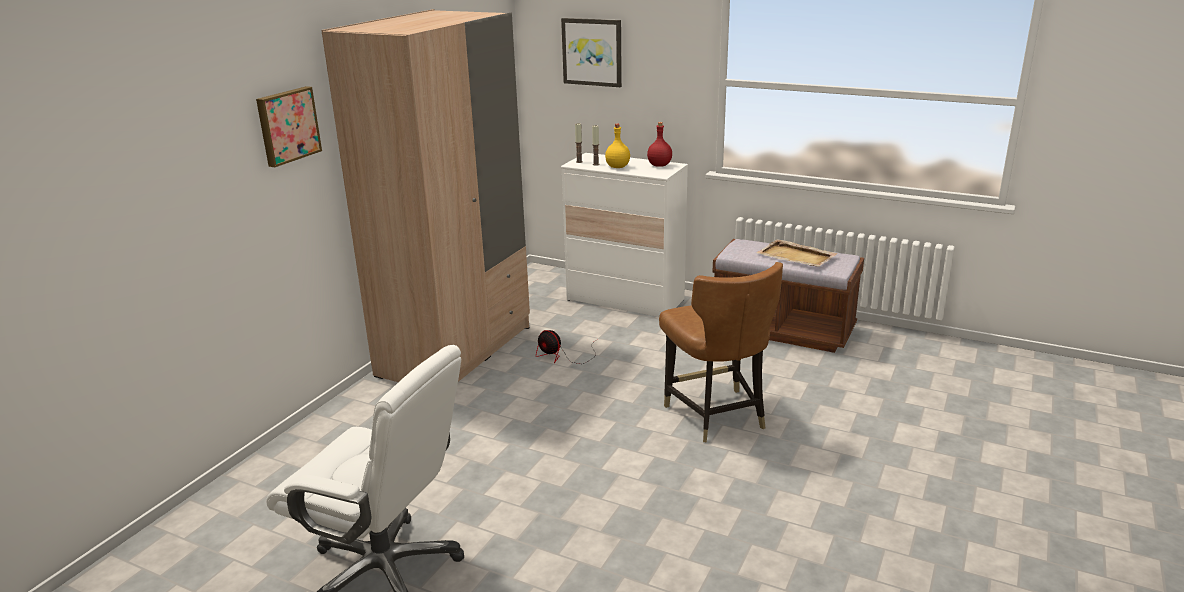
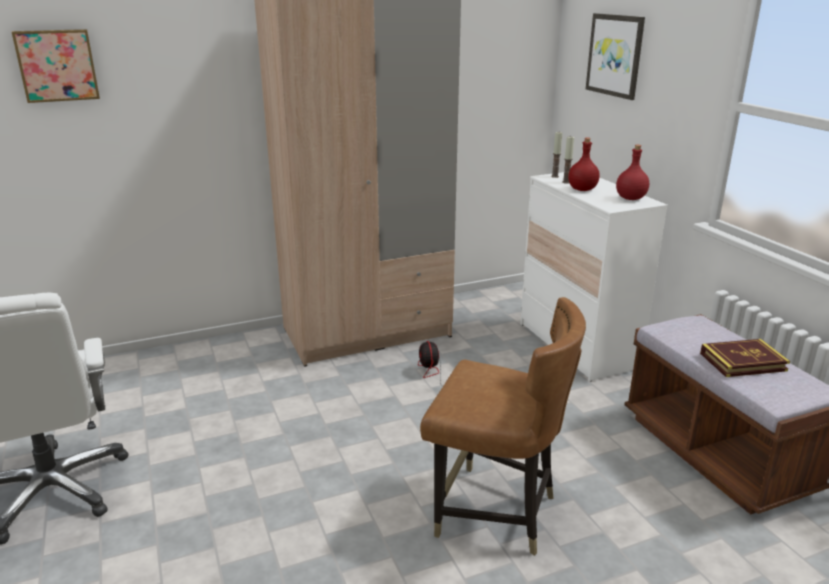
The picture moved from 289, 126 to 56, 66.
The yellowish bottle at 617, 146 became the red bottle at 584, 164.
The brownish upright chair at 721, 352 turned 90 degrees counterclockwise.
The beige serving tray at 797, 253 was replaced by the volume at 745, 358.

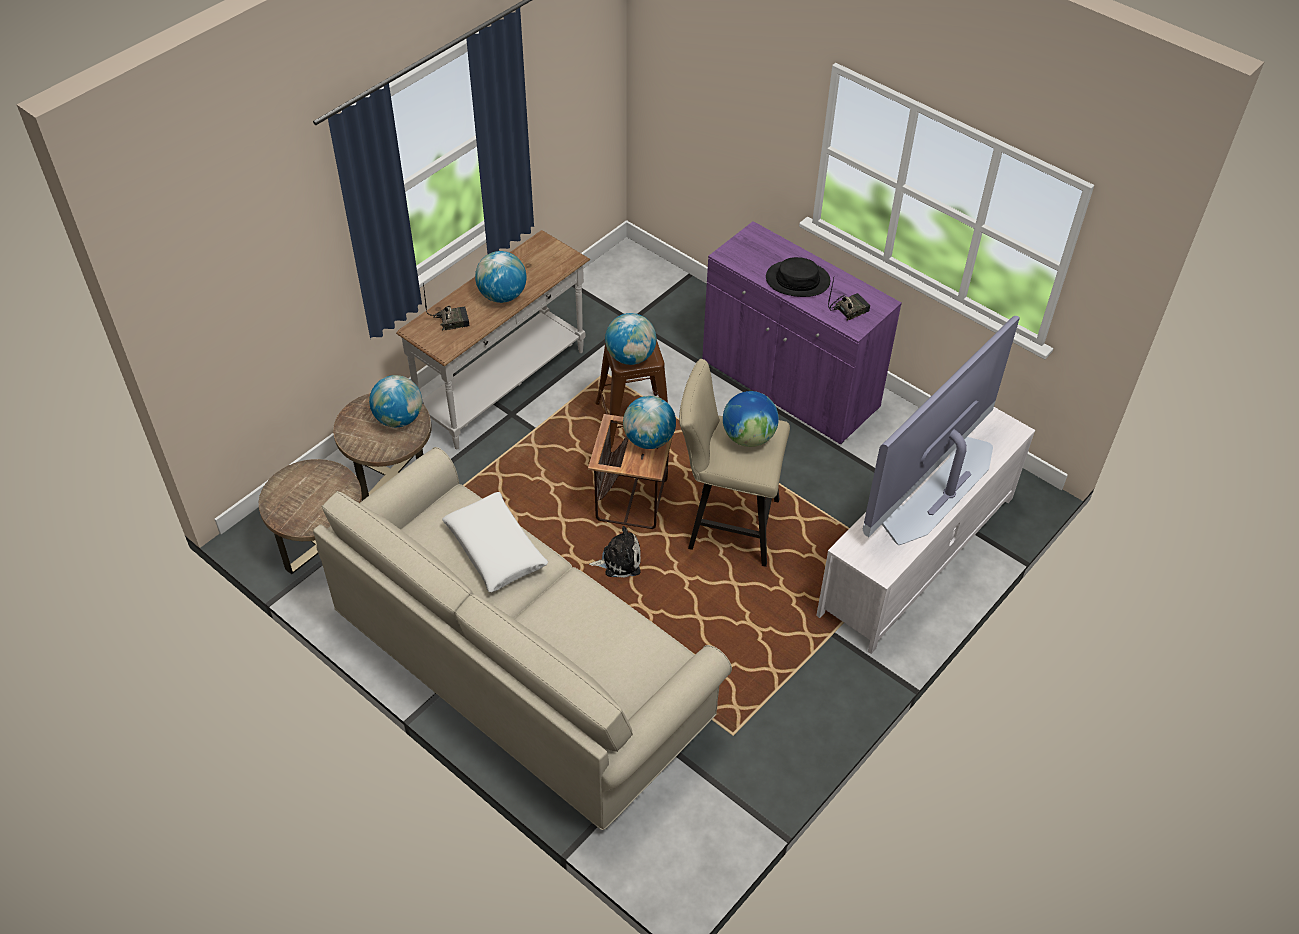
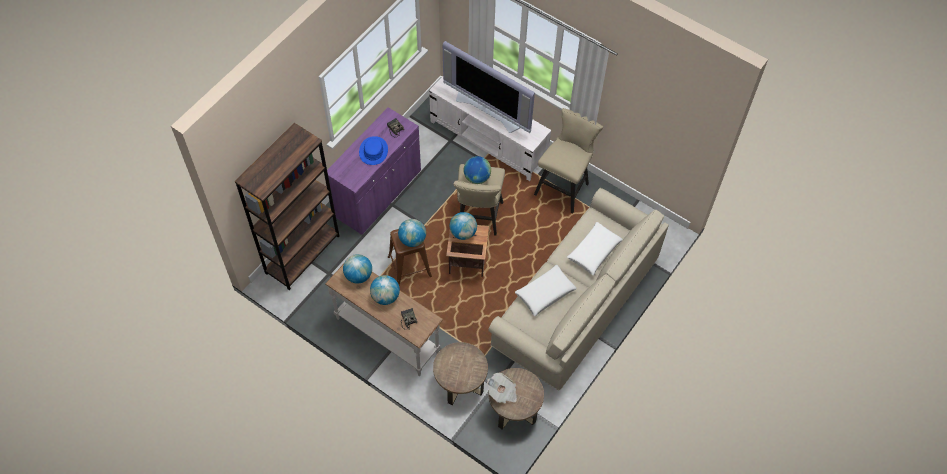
The globe moved from 395, 401 to 357, 269.
The cuddly toy at 615, 552 disappeared.
The black-coloured clothing hat at 798, 277 became the blue clothing hat at 373, 150.
The brownish shelving unit at 287, 206 appeared.
The daily paper at 502, 388 appeared.
The beige sitting stool at 568, 161 appeared.
The whitish throw pillow at 595, 248 appeared.

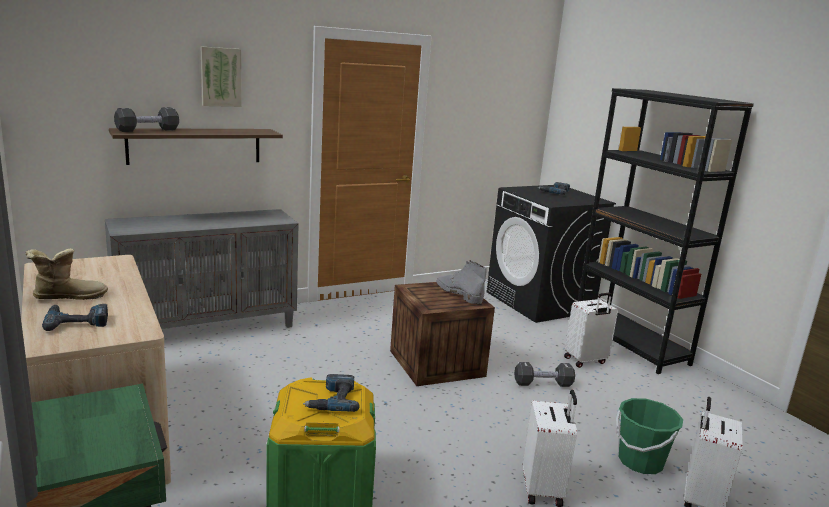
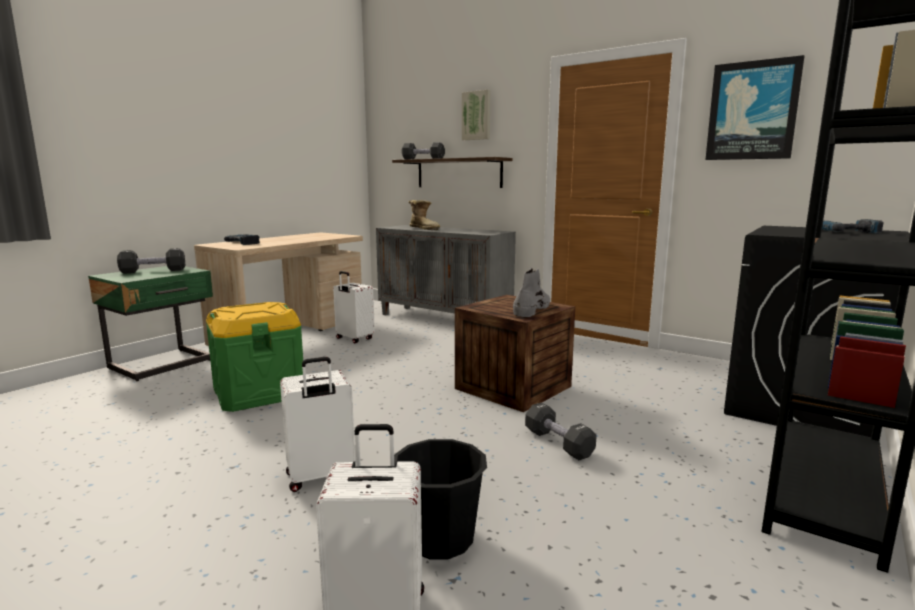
The boot moved from 66, 274 to 424, 215.
The electric drill at 331, 393 disappeared.
The whitish suitcase moved from 591, 330 to 354, 307.
The green pail at 649, 436 became the black-coloured pail at 440, 499.
The black-coloured dumbbell at 151, 261 appeared.
The picture at 755, 107 appeared.

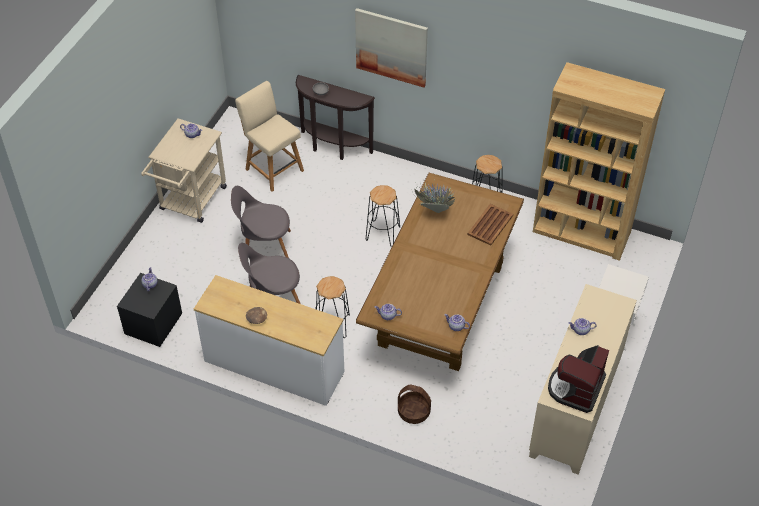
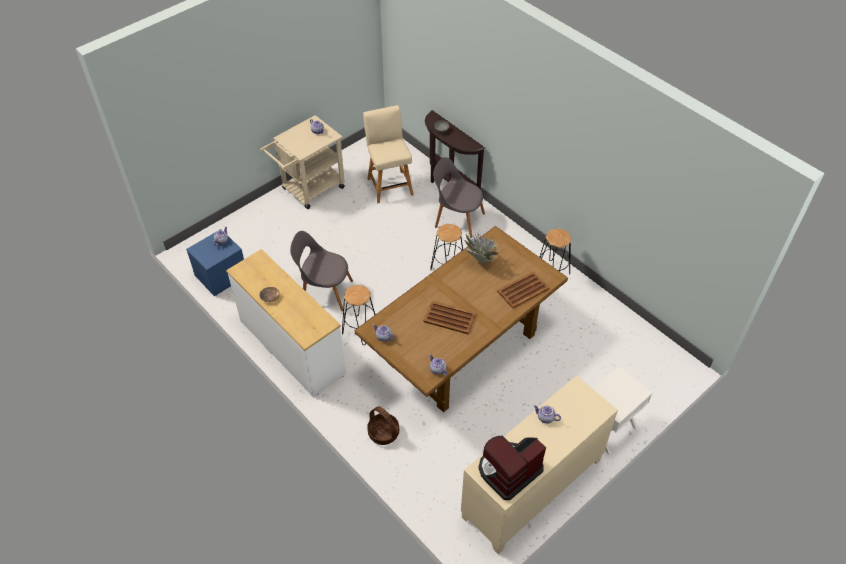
The black-coloured night table at 149, 310 became the blue night table at 215, 262.
The greyish upright chair moved from 261, 222 to 459, 197.
The picture at 391, 47 disappeared.
The brownish shelving unit at 599, 161 disappeared.
The brownish serving tray at 450, 317 appeared.

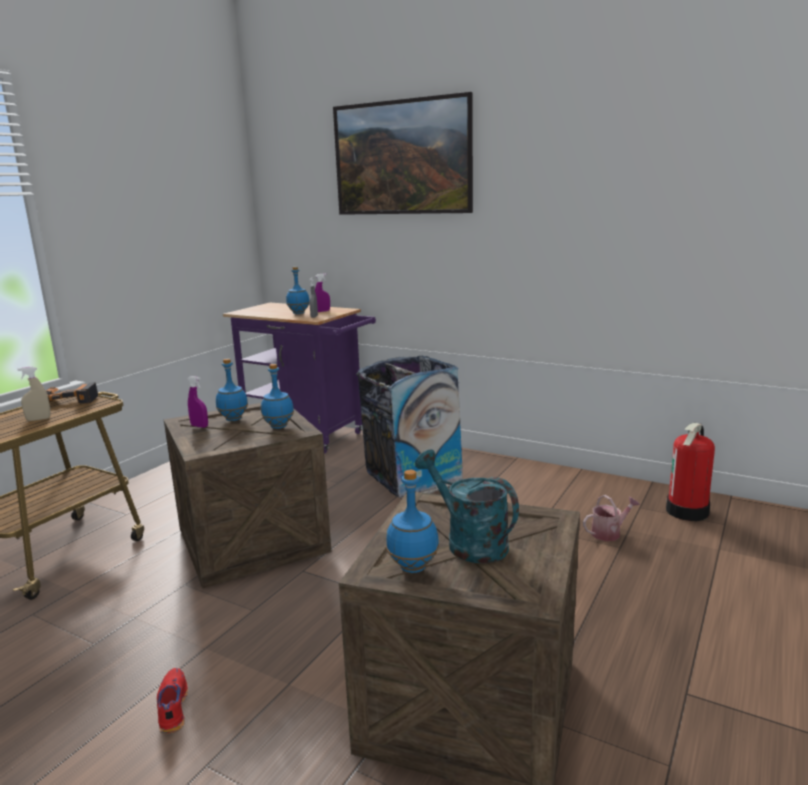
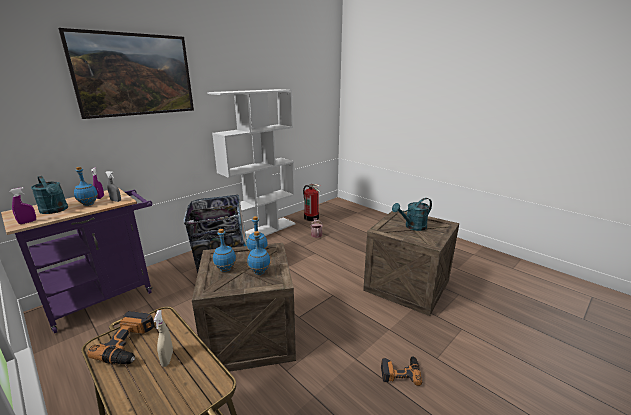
The red low shoe at 172, 701 was replaced by the electric drill at 401, 371.
The purple-coloured sprayer moved from 197, 402 to 23, 205.
The blue bottle moved from 412, 521 to 259, 253.
The turquoise-coloured watering pot at 49, 195 appeared.
The whitish shelving unit at 251, 164 appeared.

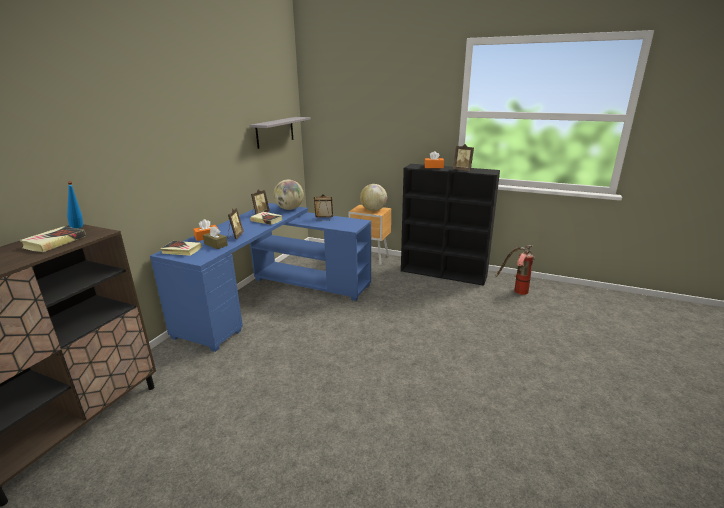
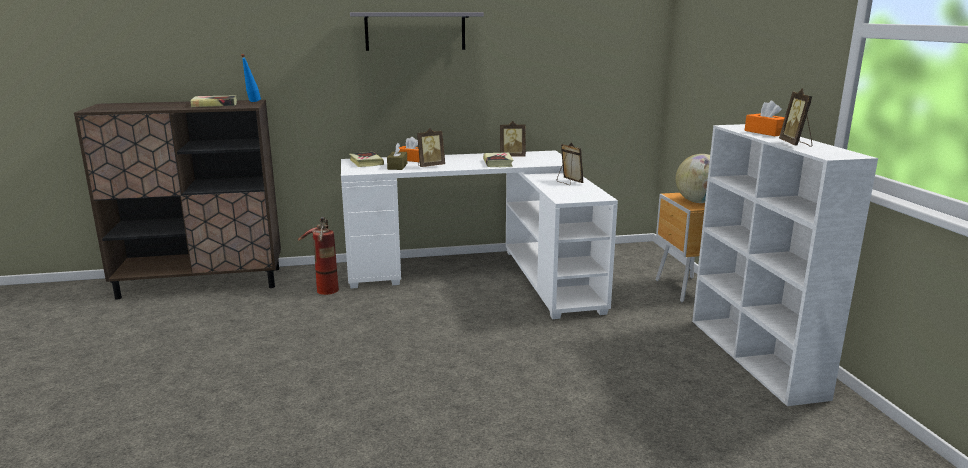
The blue desk table at 260, 277 became the whitish desk table at 479, 234.
The greyish shelf moved from 280, 133 to 417, 31.
The globe at 288, 195 disappeared.
The black-coloured shelving unit at 450, 225 became the whitish shelving unit at 785, 265.
The fire extinguisher moved from 515, 270 to 318, 256.

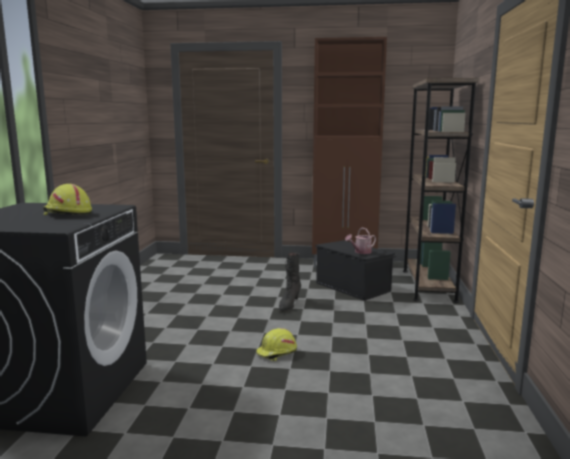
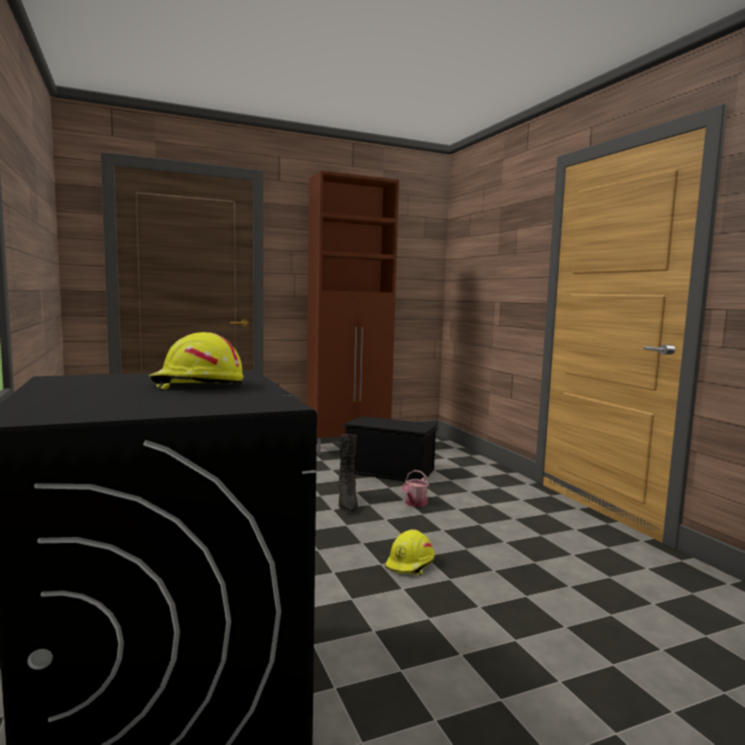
The watering pot moved from 360, 241 to 415, 488.
The brownish shelving unit at 441, 190 disappeared.

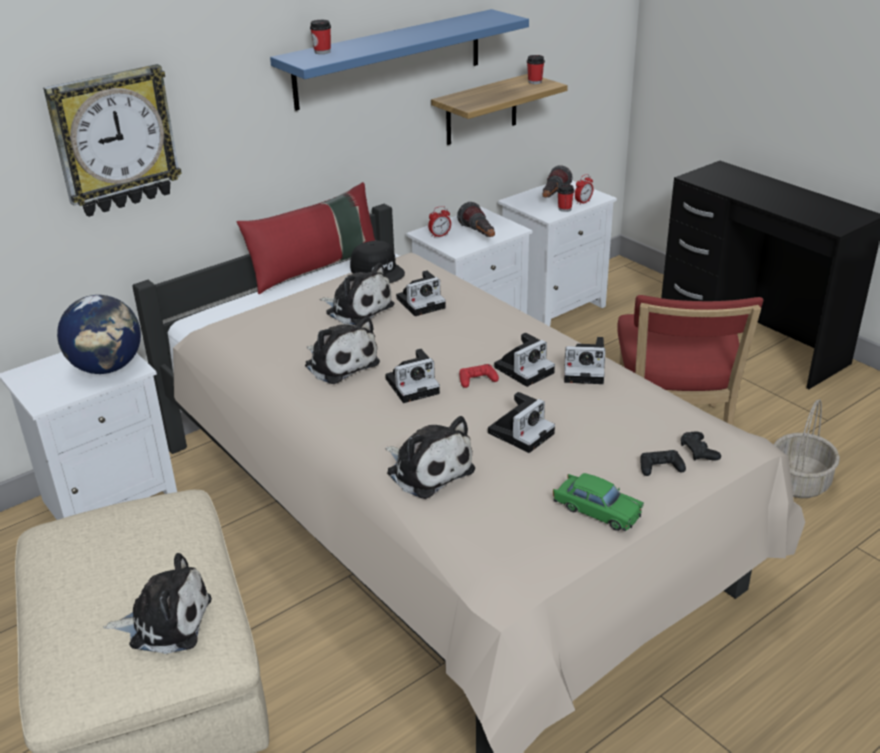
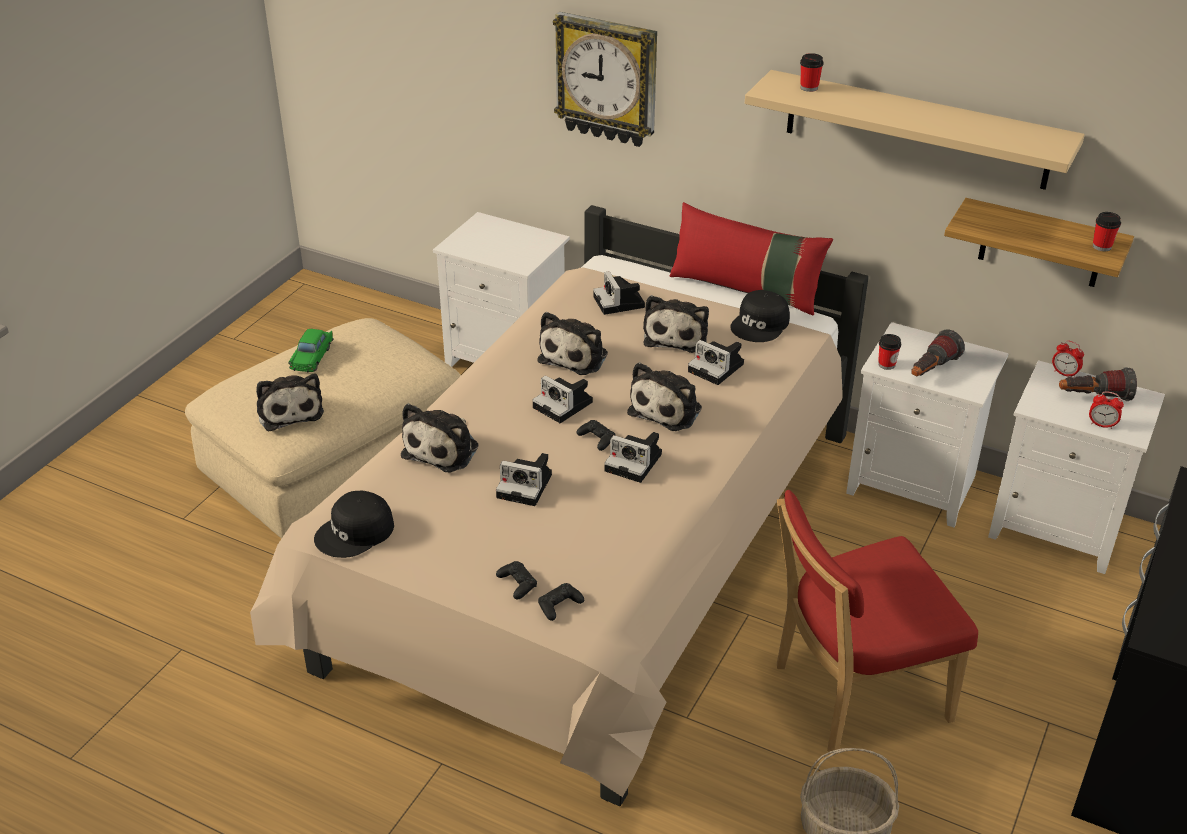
The globe at 99, 334 disappeared.
The blue shelf at 399, 60 became the beige shelf at 915, 130.
The bedside clock moved from 439, 222 to 1068, 359.
The red game controller at 479, 376 became the black-coloured game controller at 596, 435.
The green toy car moved from 598, 502 to 311, 350.
The cup moved from 565, 198 to 889, 352.
The photo camera moved from 585, 360 to 619, 293.
The black-coloured baseball cap at 354, 524 appeared.
The cuddly toy at 664, 396 appeared.

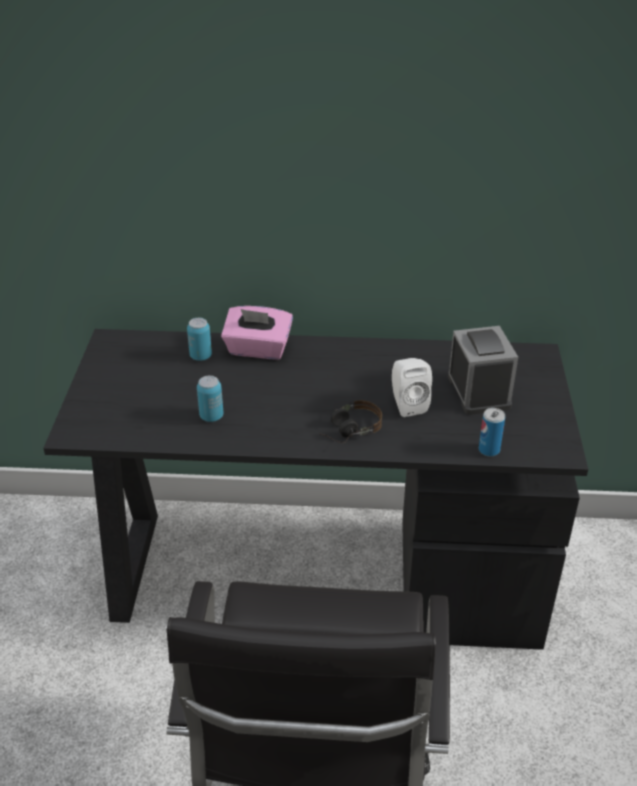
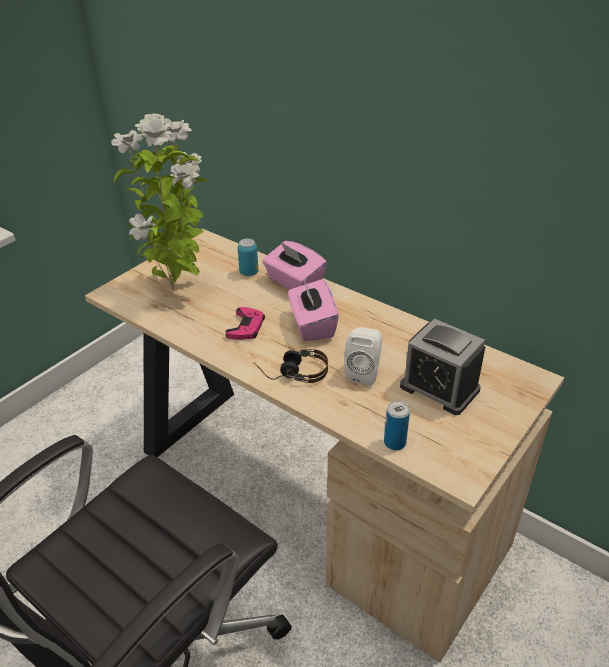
The black-coloured desk table at 315, 489 became the beige desk table at 324, 446.
The can at 210, 399 disappeared.
The bedside clock at 483, 370 turned 105 degrees clockwise.
The potted plant at 159, 202 appeared.
The pink-coloured game controller at 245, 323 appeared.
The pink-coloured tissue box at 313, 310 appeared.

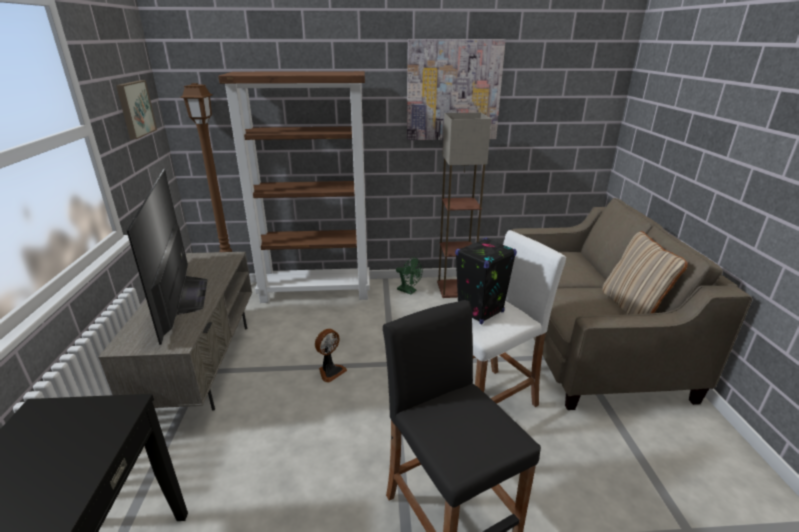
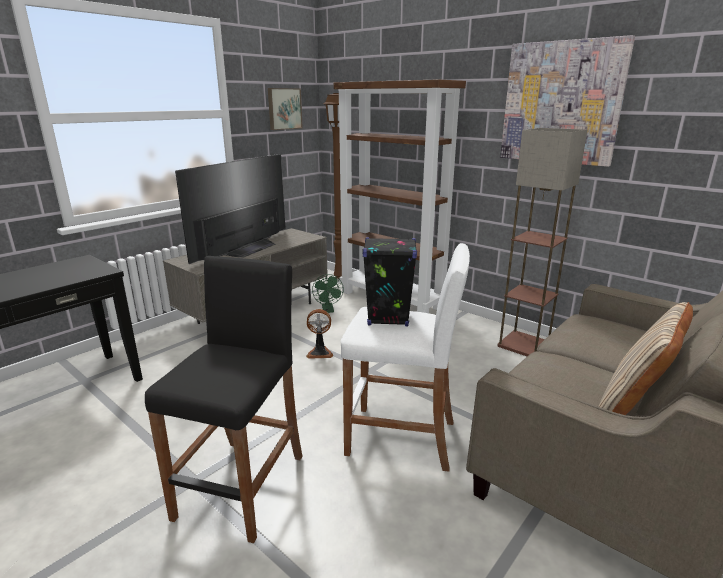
The green cooling fan moved from 409, 276 to 328, 293.

